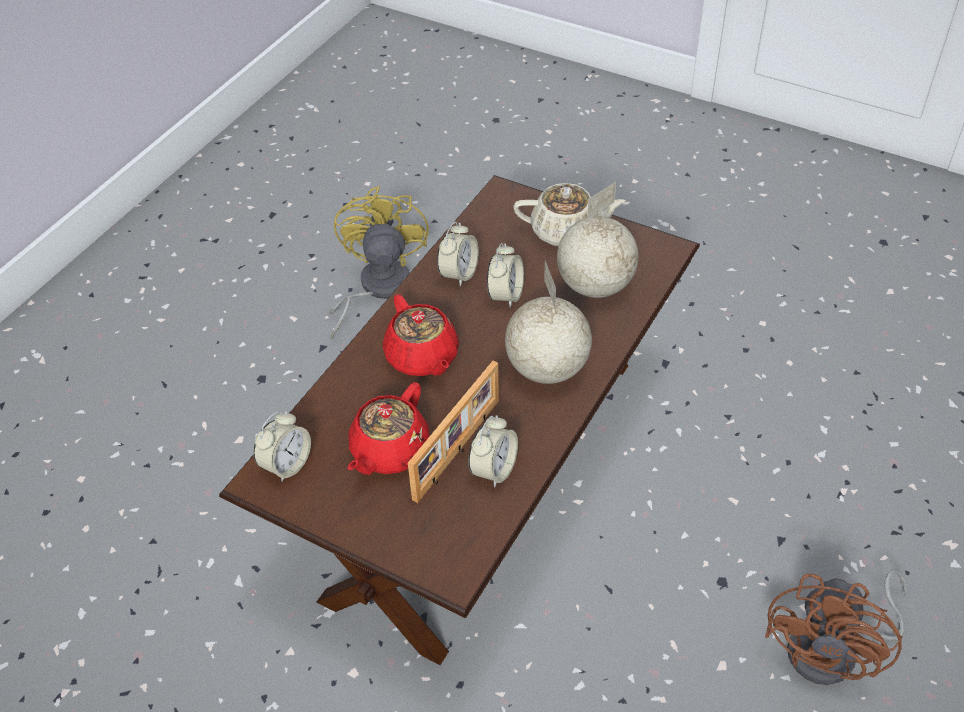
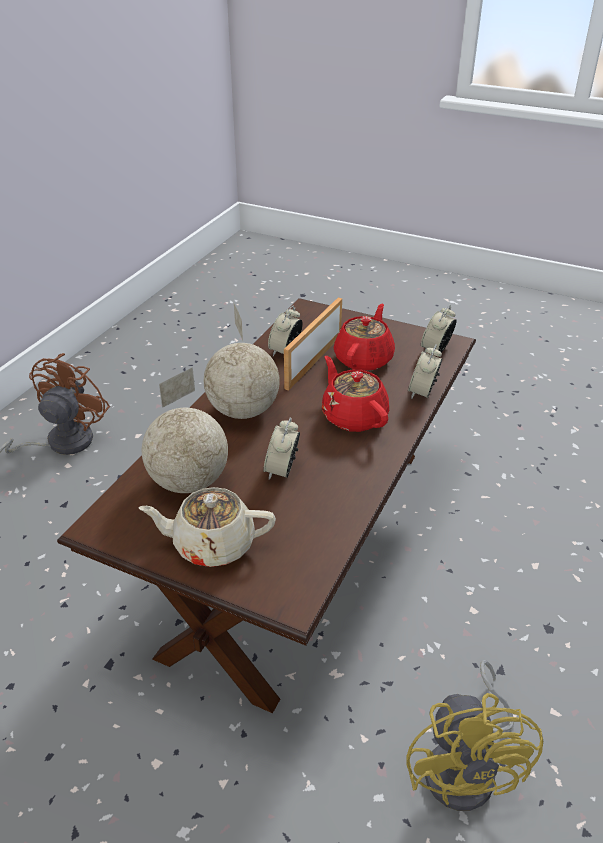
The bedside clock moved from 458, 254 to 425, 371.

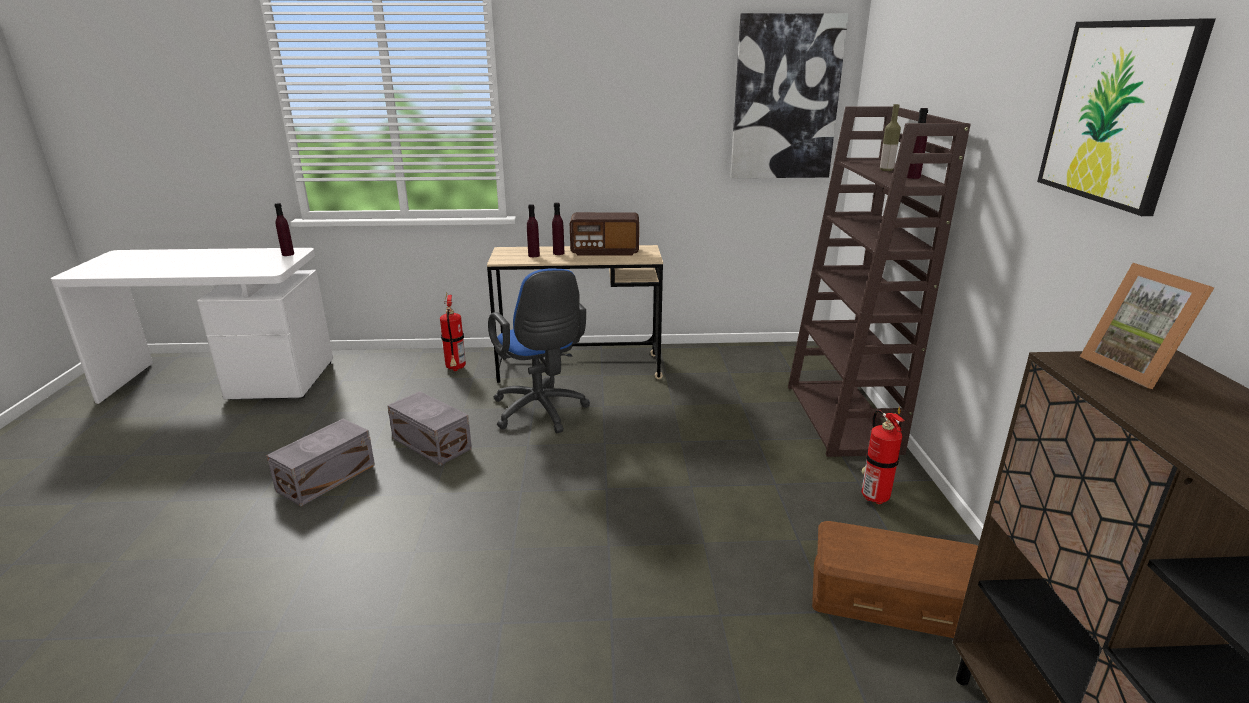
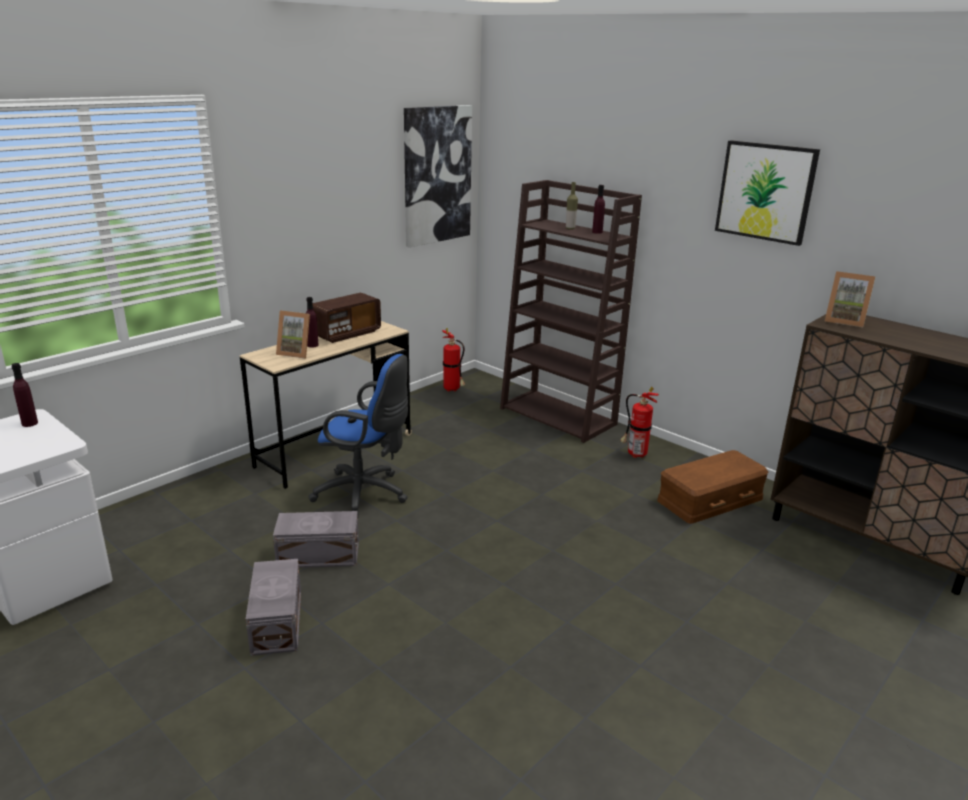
The fire extinguisher moved from 453, 332 to 453, 360.
The purple-coloured bottle at 533, 230 was replaced by the photo frame at 293, 334.

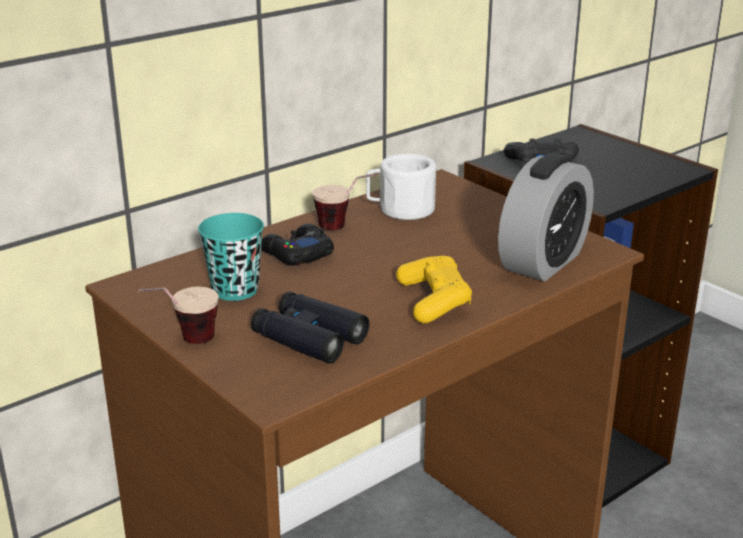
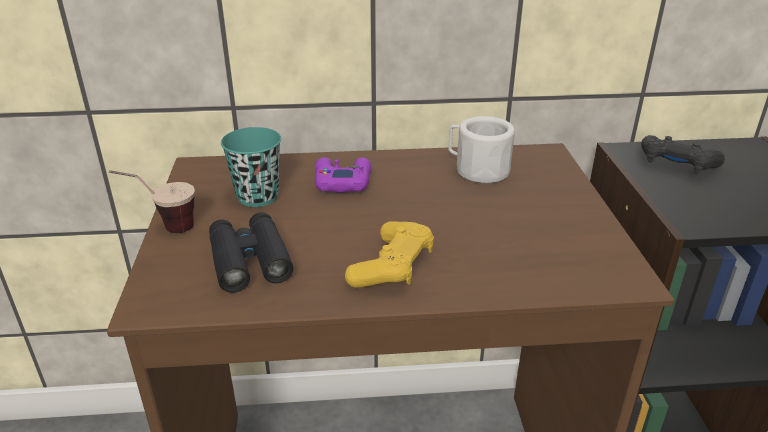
The black-coloured game controller at 297, 245 became the purple-coloured game controller at 343, 175.
The cup at 346, 201 disappeared.
The bedside clock at 546, 217 disappeared.

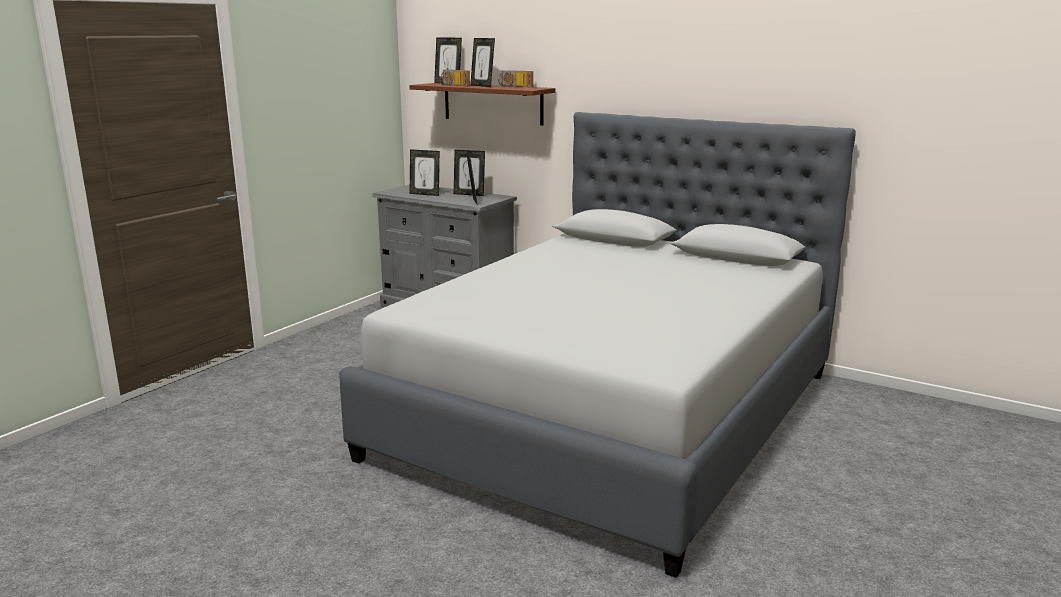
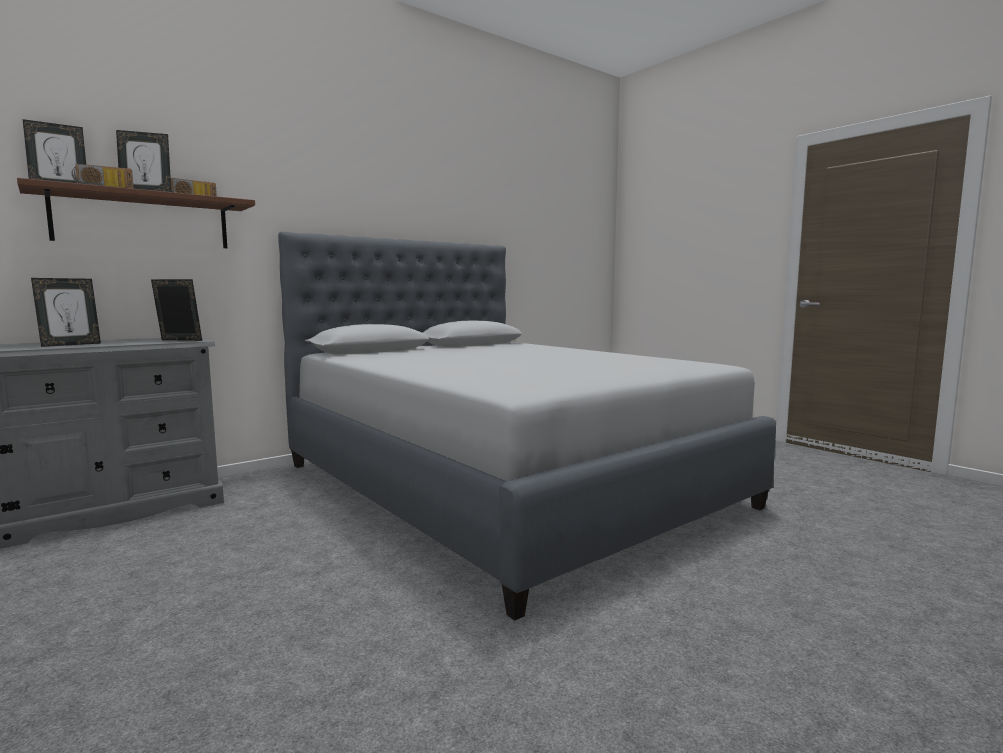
The photo frame at 469, 173 disappeared.

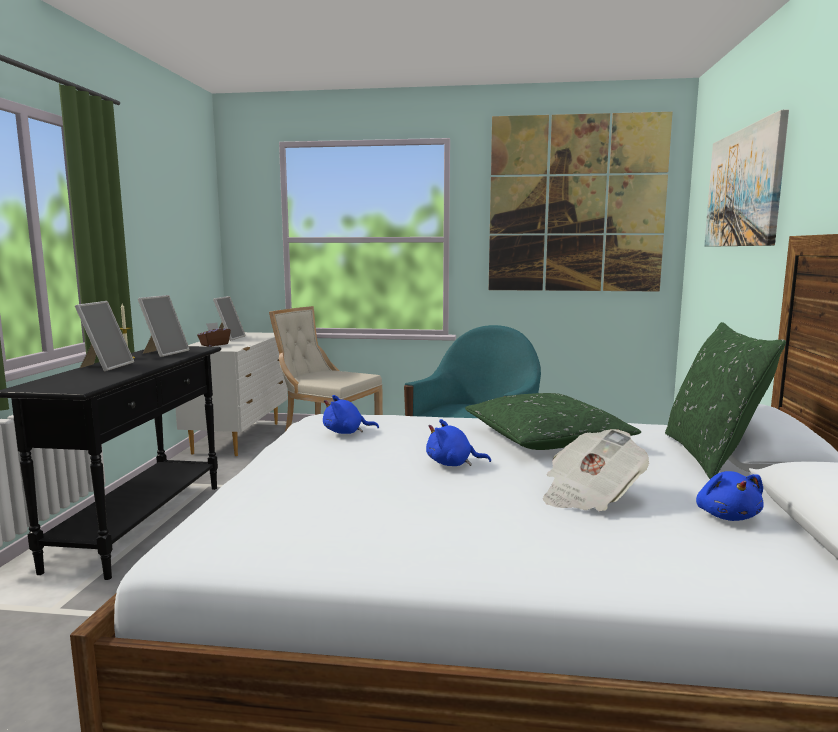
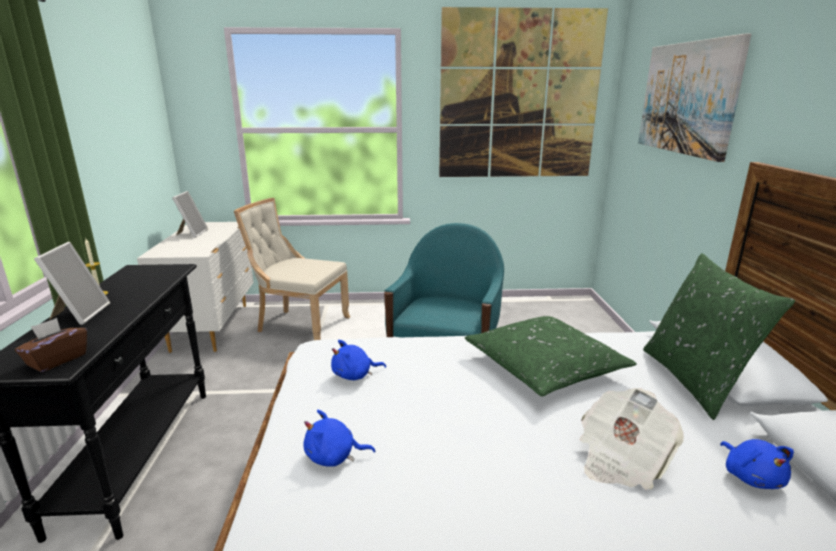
The photo frame at 164, 326 disappeared.
The brownish tissue box moved from 214, 334 to 51, 345.
The blue cuddly toy moved from 458, 442 to 339, 438.

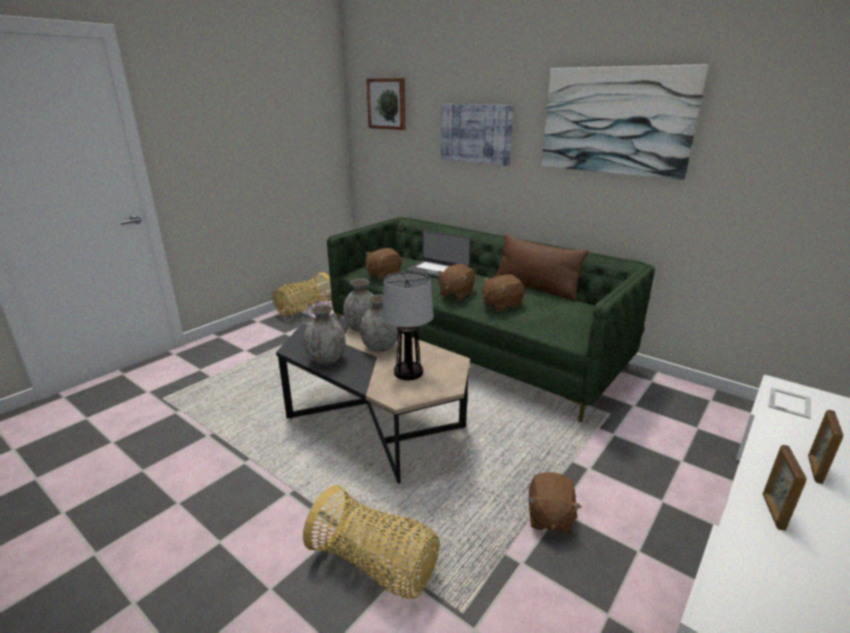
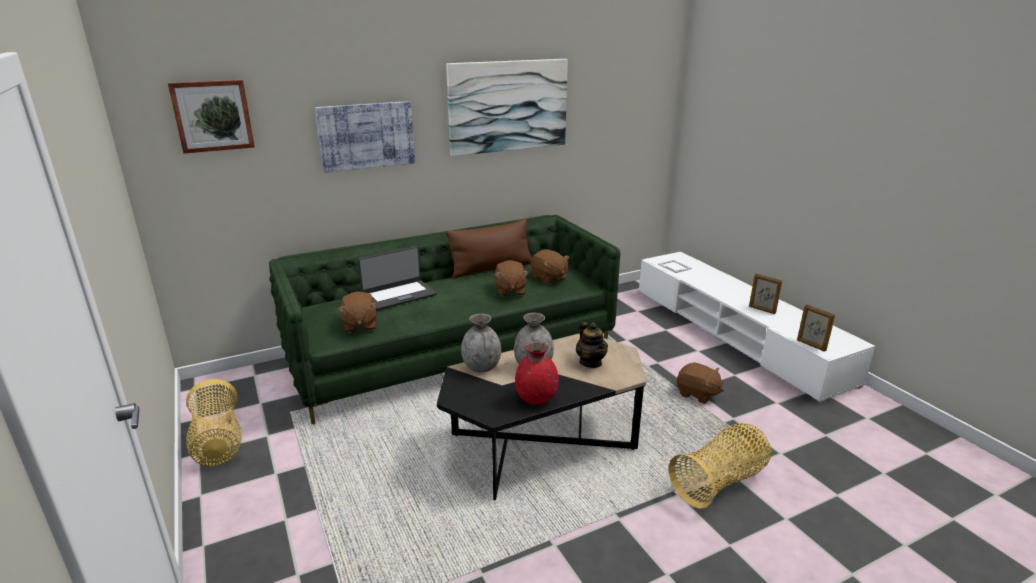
The greyish flower vase at 324, 334 became the red flower vase at 537, 373.
The table lamp at 408, 326 was replaced by the tea pot at 592, 345.
The brownish cuddly toy moved from 456, 282 to 549, 266.
The photo frame moved from 826, 447 to 816, 328.

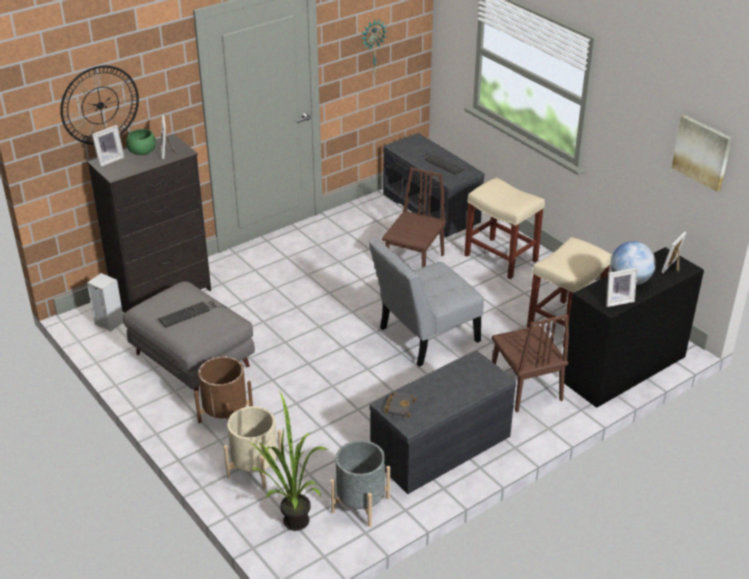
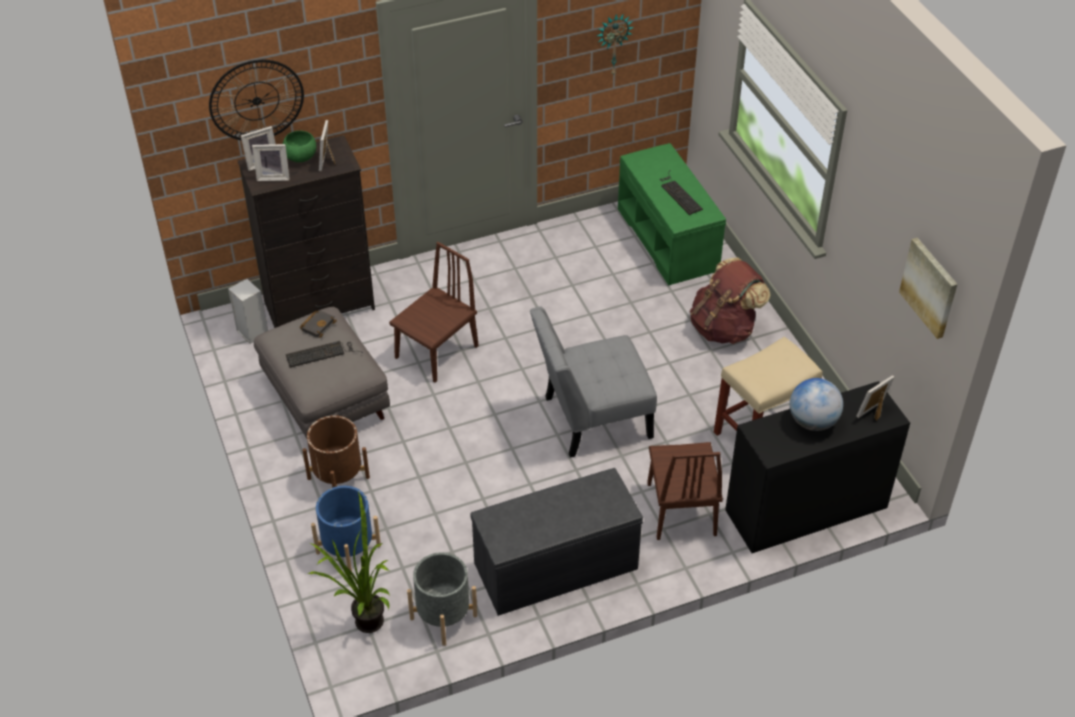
The beige planter at 253, 447 became the blue planter at 346, 530.
The brownish upright chair moved from 414, 217 to 434, 312.
The greyish long seat at 434, 185 became the green long seat at 672, 214.
The black-coloured volume moved from 400, 405 to 318, 324.
The beige sitting stool at 504, 228 was replaced by the brownish knapsack at 730, 300.
The photo frame moved from 621, 287 to 271, 162.

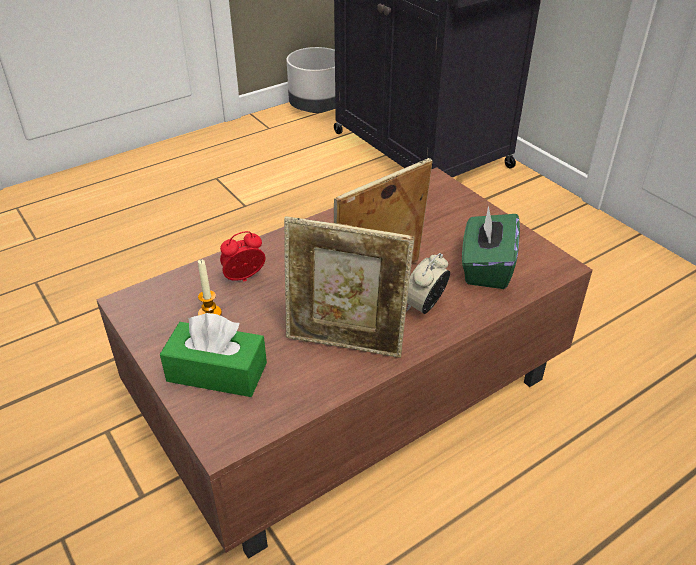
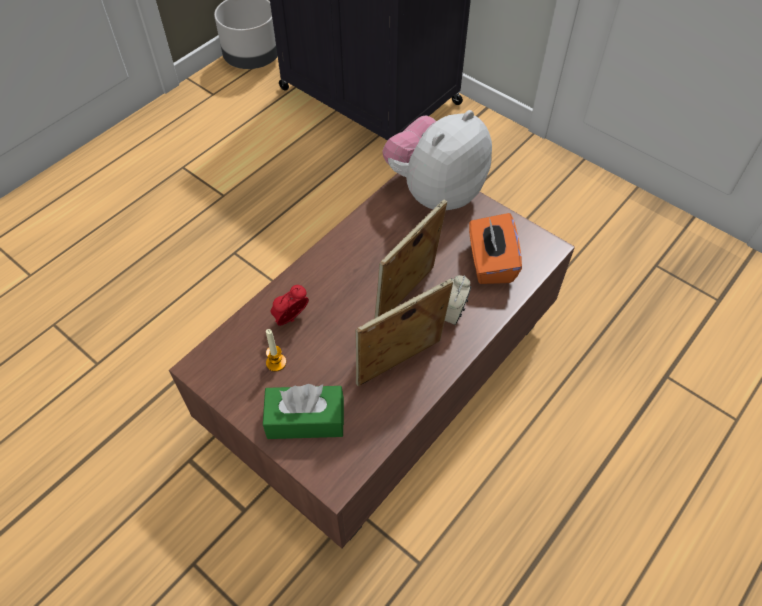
The photo frame at 349, 287 turned 150 degrees clockwise.
The green tissue box at 491, 247 became the orange-coloured tissue box at 495, 248.
The cuddly toy at 437, 160 appeared.

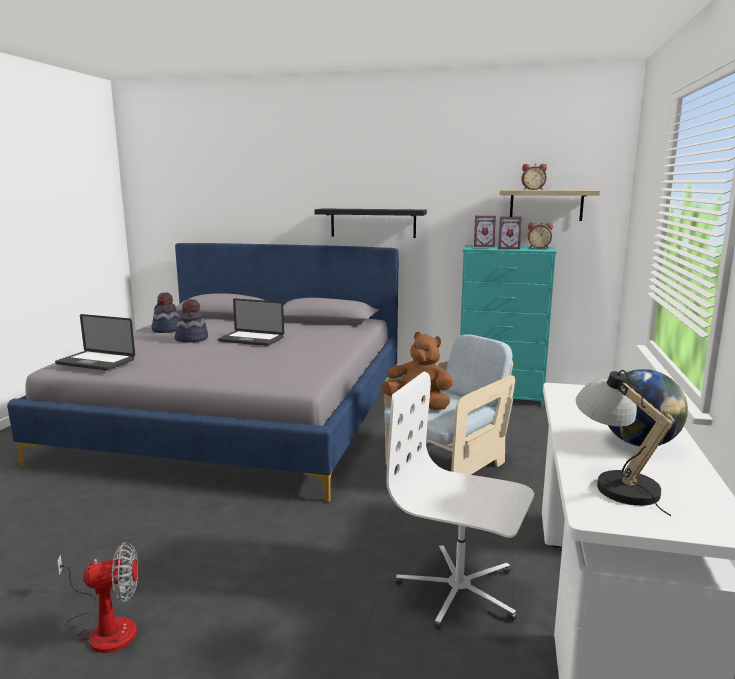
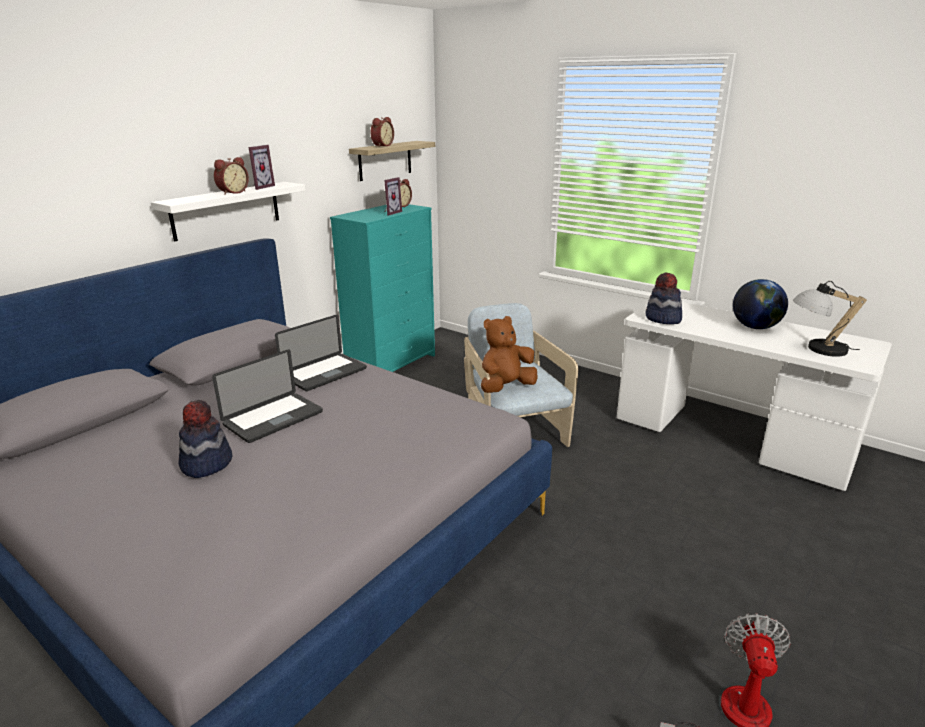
The portable computer moved from 95, 342 to 321, 353.
The clothing hat moved from 165, 313 to 664, 298.
The black-coloured shelf at 371, 223 became the whitish shelf at 228, 211.
The whitish desk chair at 460, 501 disappeared.
The photo frame moved from 485, 231 to 261, 167.
The bedside clock at 231, 176 appeared.

